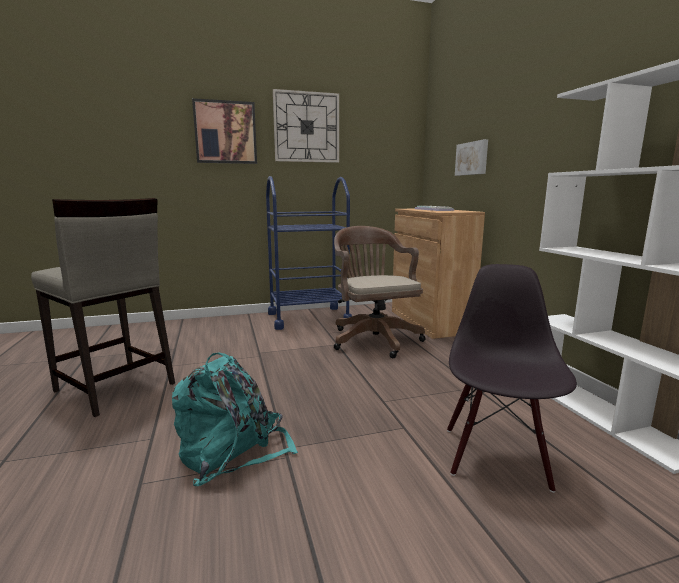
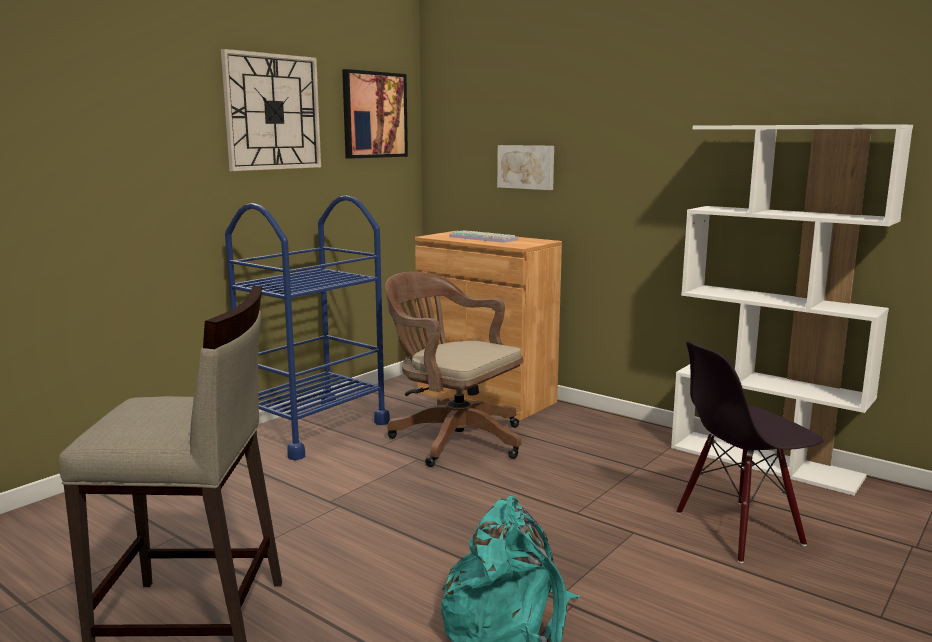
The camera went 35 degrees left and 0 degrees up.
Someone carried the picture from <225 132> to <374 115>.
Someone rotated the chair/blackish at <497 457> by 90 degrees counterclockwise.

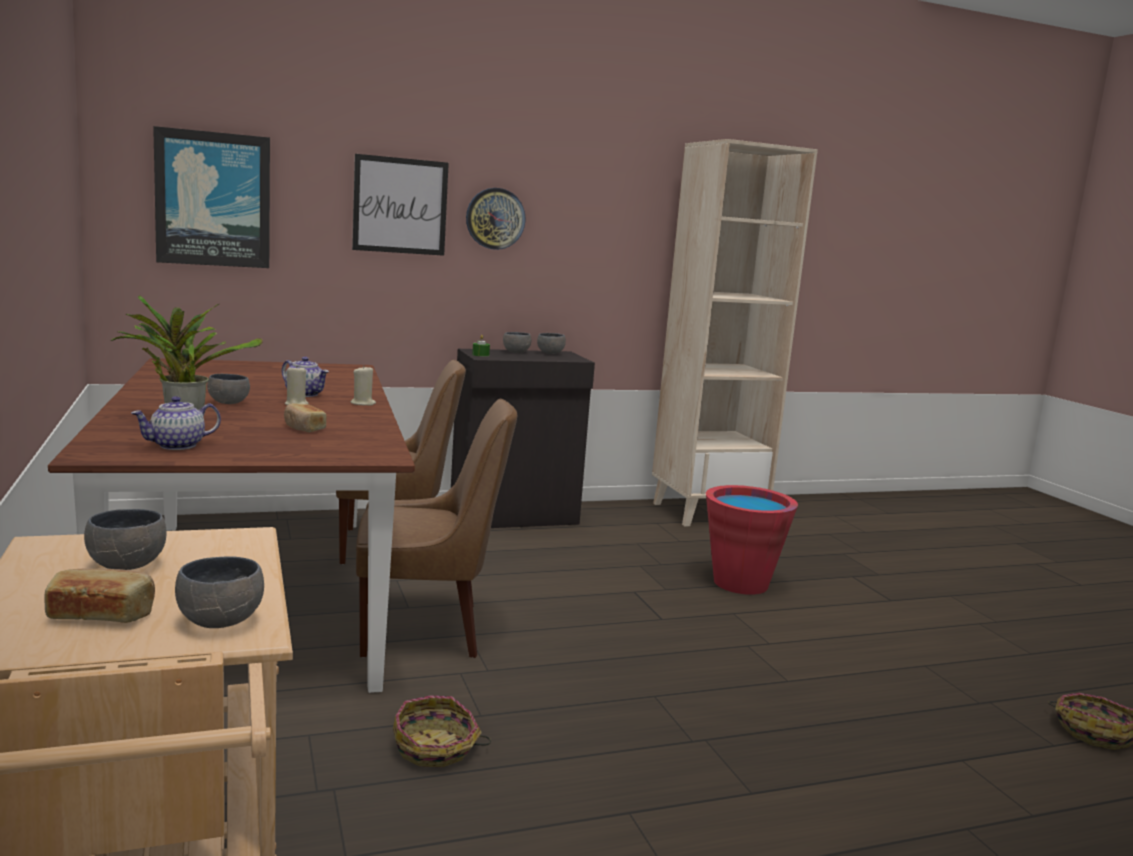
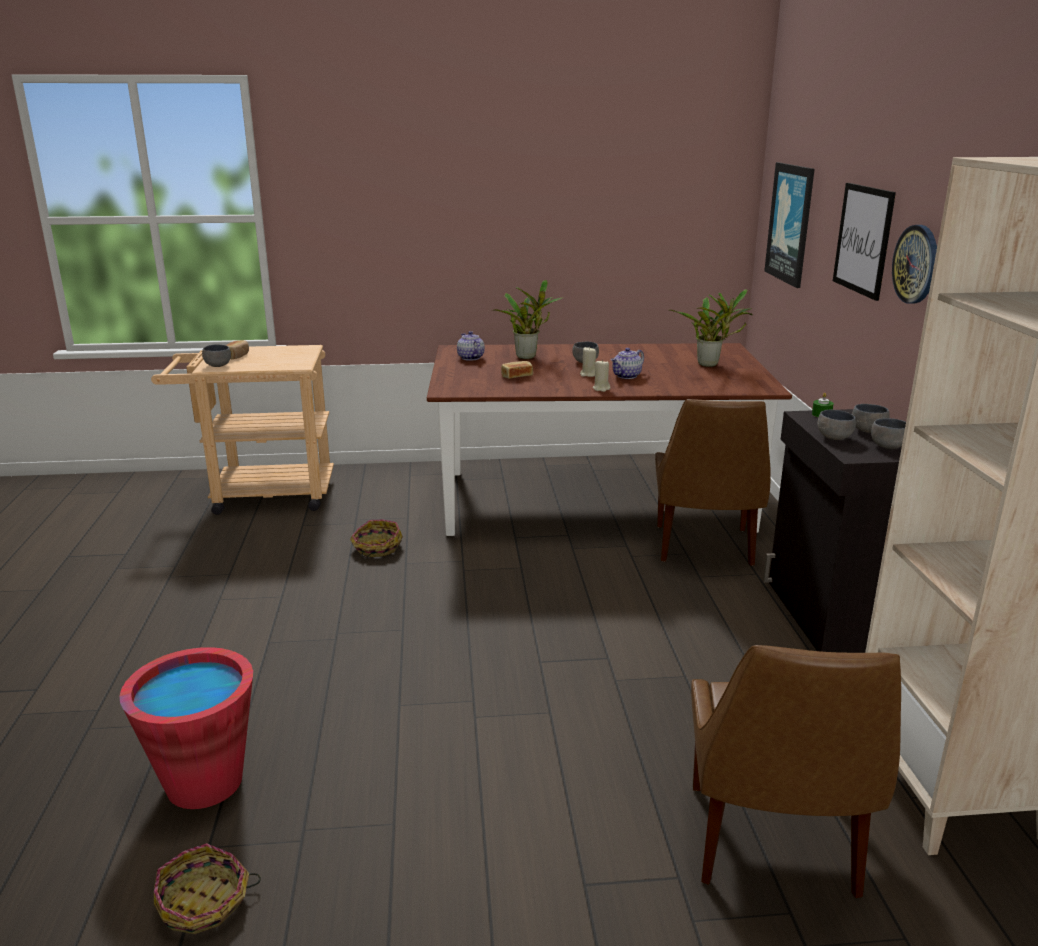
The camera went 105 degrees right and 10 degrees up.
Someone carried the bucket/red-coloured from <740 583> to <204 782>.
Someone put down the houseplant at <711 364>.
Someone carried the chair/brown-coloured from <427 630> to <772 844>.
Someone carried the bowl/gray from <127 564> to <835 438>.

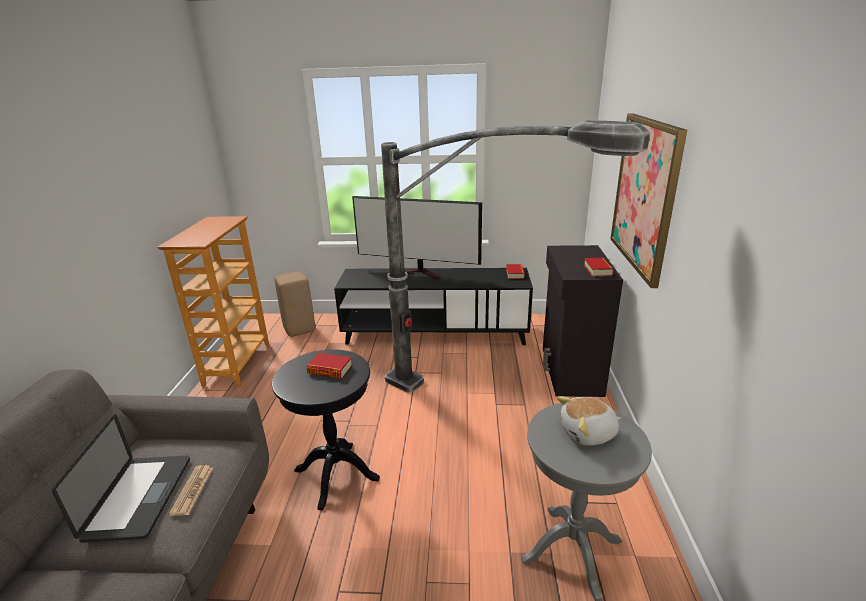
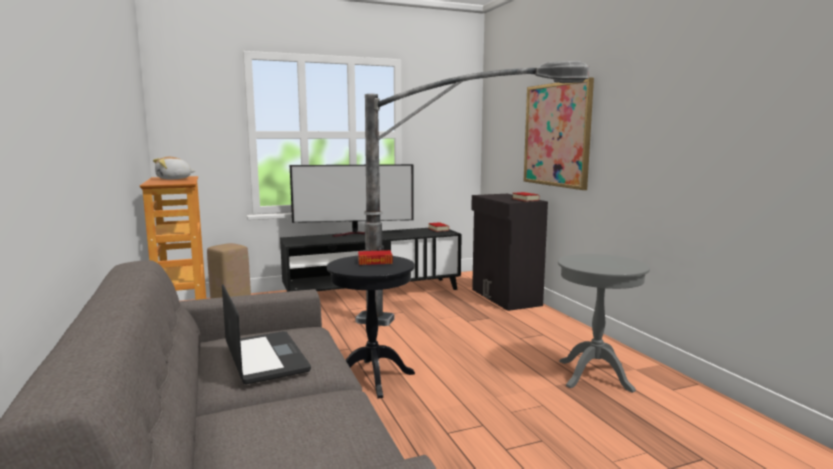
The camera went 25 degrees left and 15 degrees down.
Someone carried the soft toy from <588 433> to <174 179>.
Someone took away the daily paper at <192 490>.

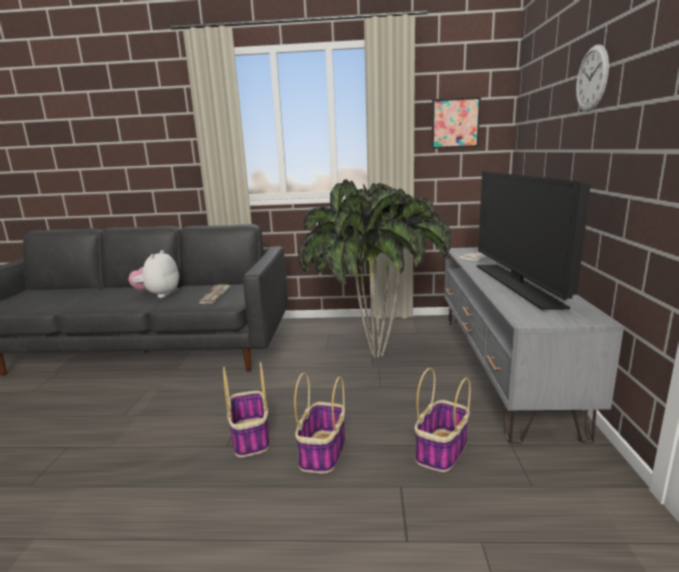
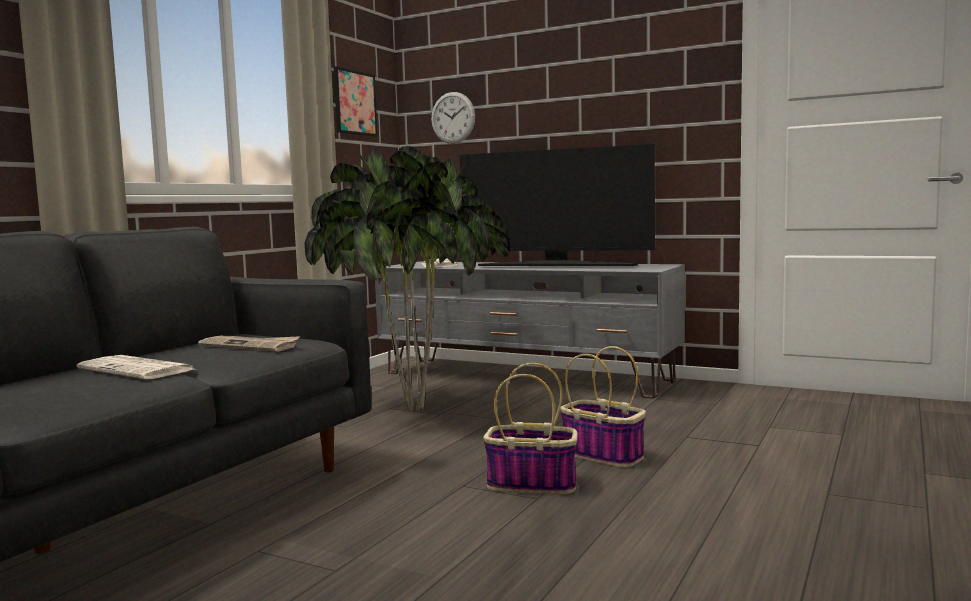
The camera went 65 degrees left and 10 degrees down.
Someone swapped the soft toy at <158 295> for the daily paper at <138 369>.
Someone carried the wall clock from <592 79> to <453 118>.
Someone took away the household basket at <441 451>.

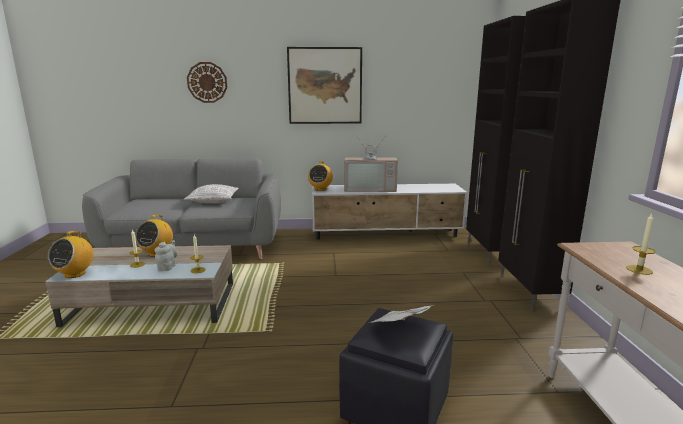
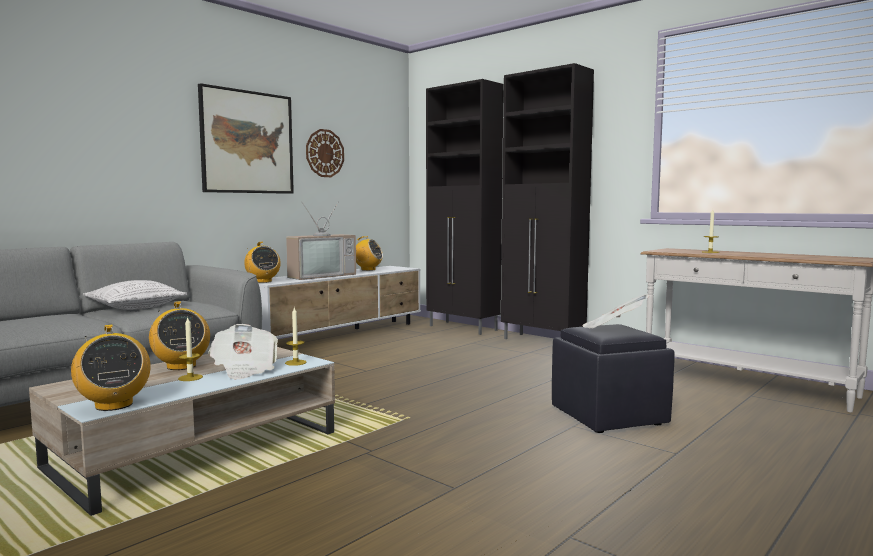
The camera went 45 degrees left and 10 degrees down.
Someone swapped the pot for tea/gray at <167 267> for the daily paper at <244 369>.
Someone carried the wall clock from <207 82> to <324 153>.
Someone put down the radio at <368 269>.

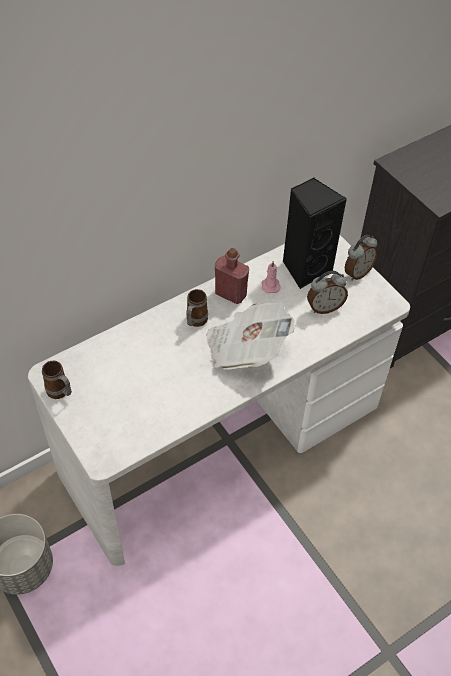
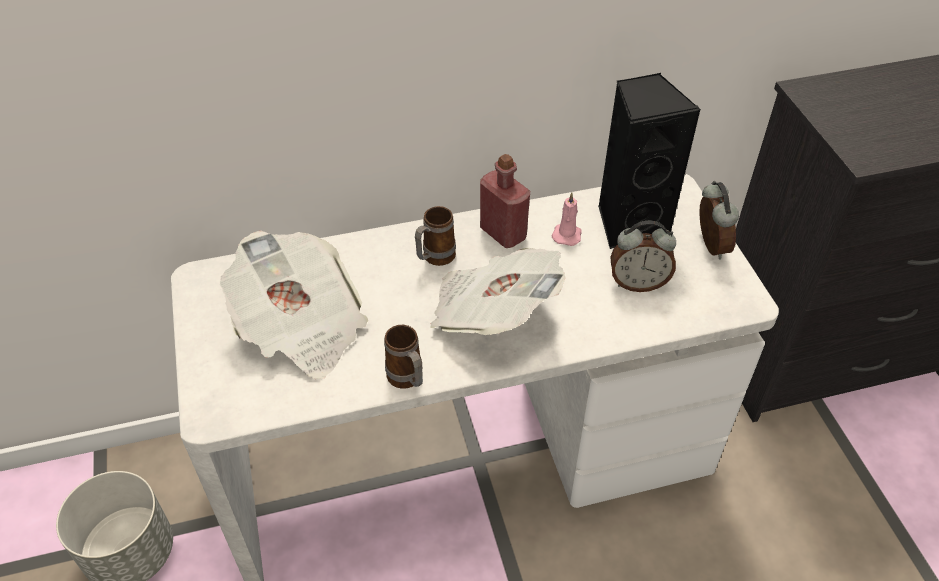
The camera went 20 degrees right and 5 degrees down.
Someone put down the daily paper at <301 327>.
Someone carried the coffee mug from <61 393> to <408 380>.
Someone rotated the bedside clock at <357 272> by 75 degrees counterclockwise.

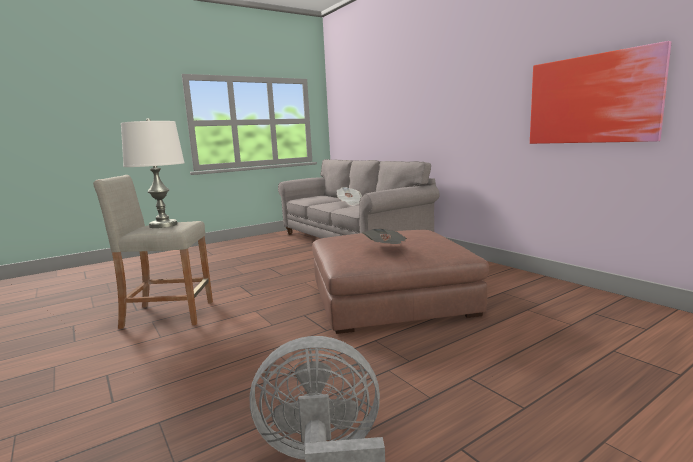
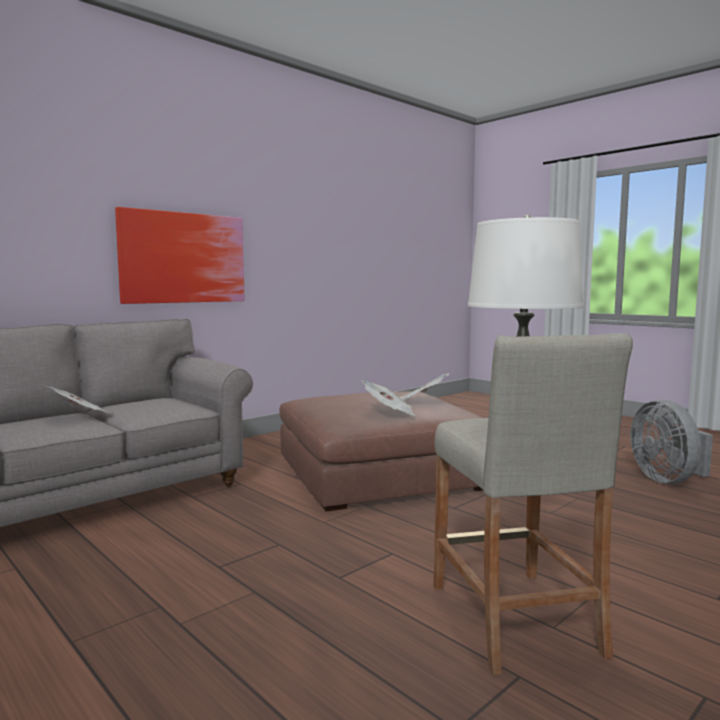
The camera went 100 degrees left and 5 degrees down.
Someone carried the picture from <592 99> to <183 258>.
Someone put down the daily paper at <389 413>.

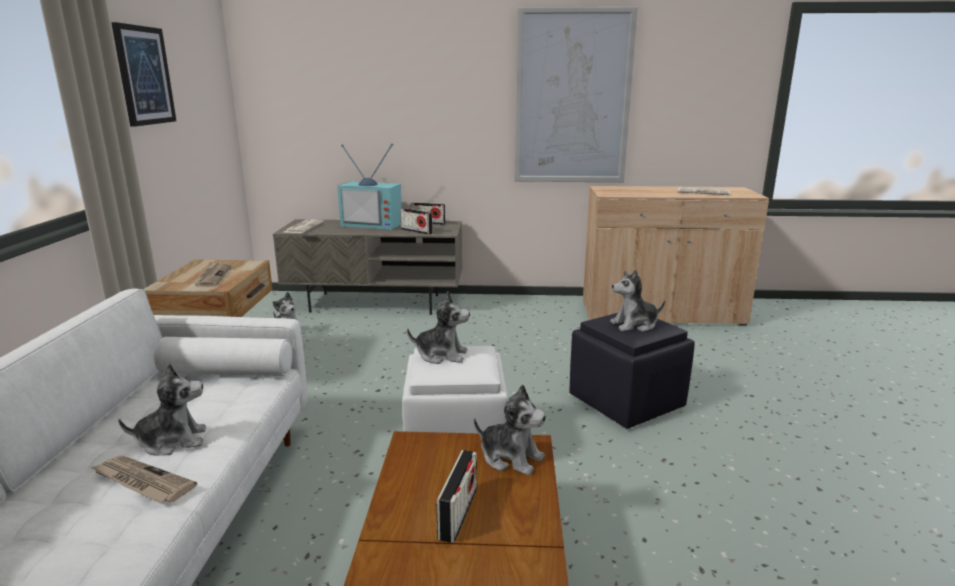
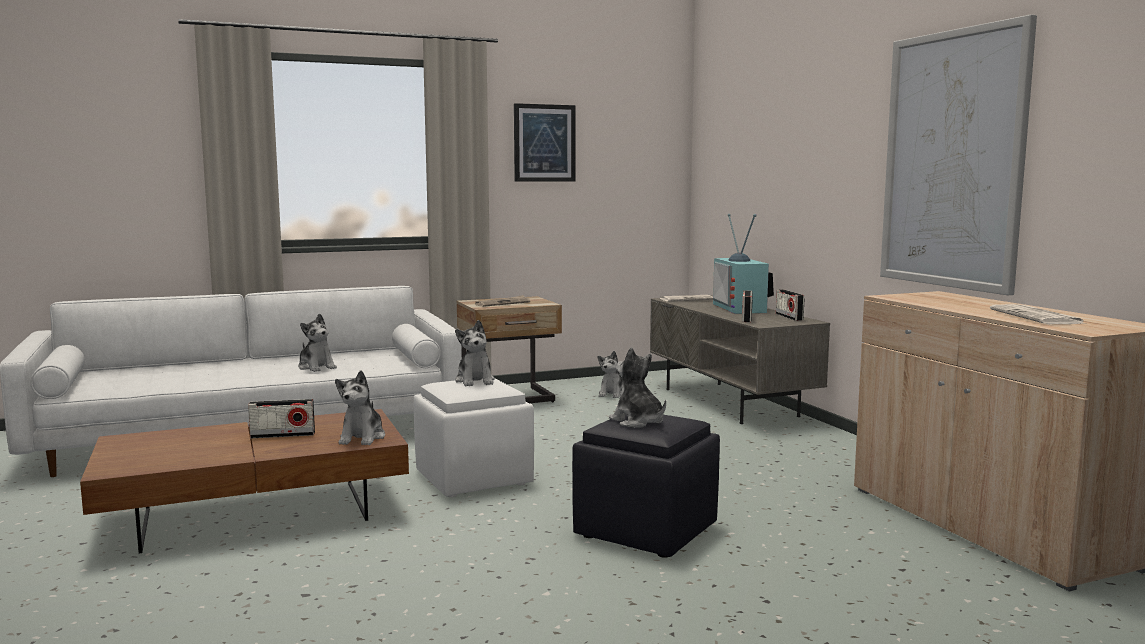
The camera went 65 degrees right and 10 degrees down.
Someone took away the daily paper at <142 482>.

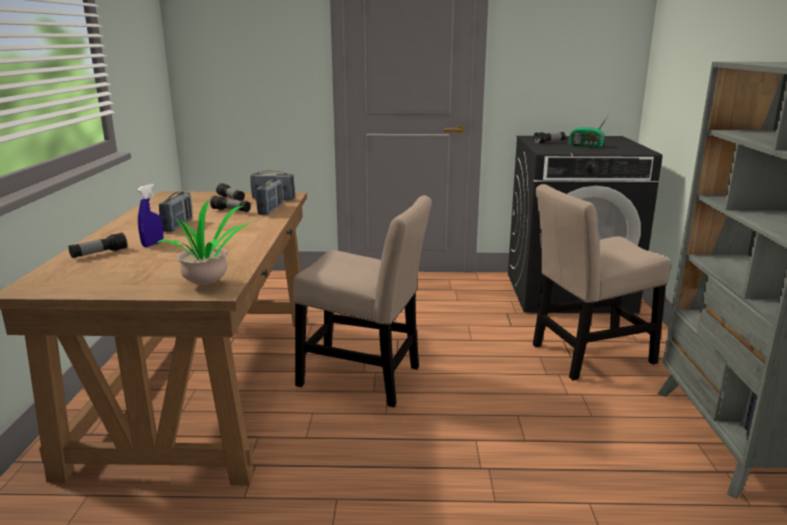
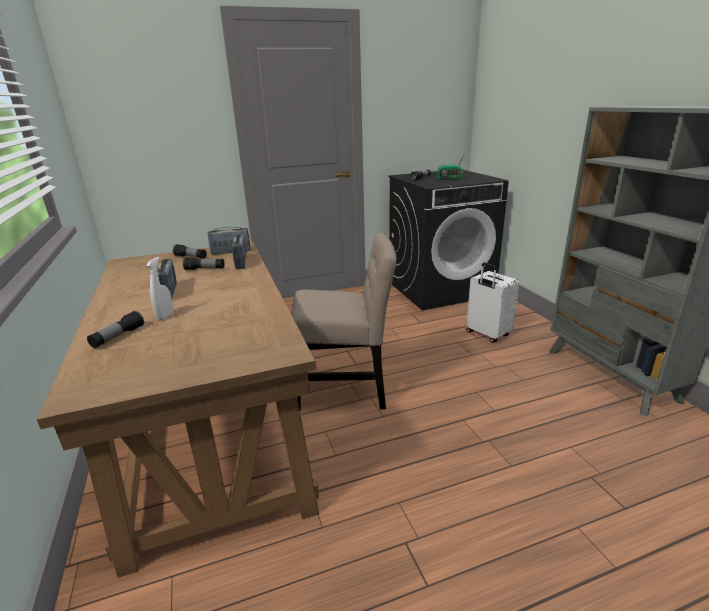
The camera went 20 degrees left and 5 degrees up.
Someone repainted the sprayer/blue-coloured at <153 244>, which became the sprayer/white-coloured at <165 316>.
Someone swapped the chair/beige-coloured at <587 355> for the travel case/white-coloured at <487 334>.
Someone took away the houseplant at <208 283>.

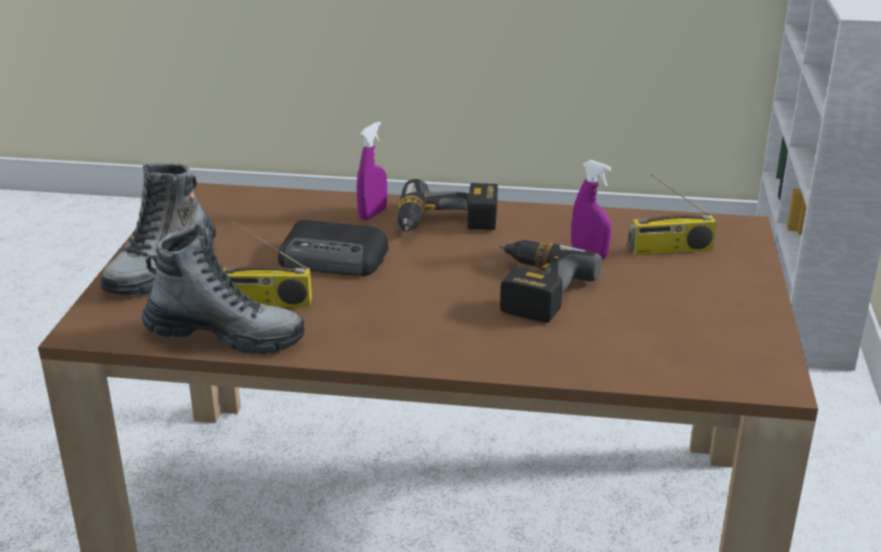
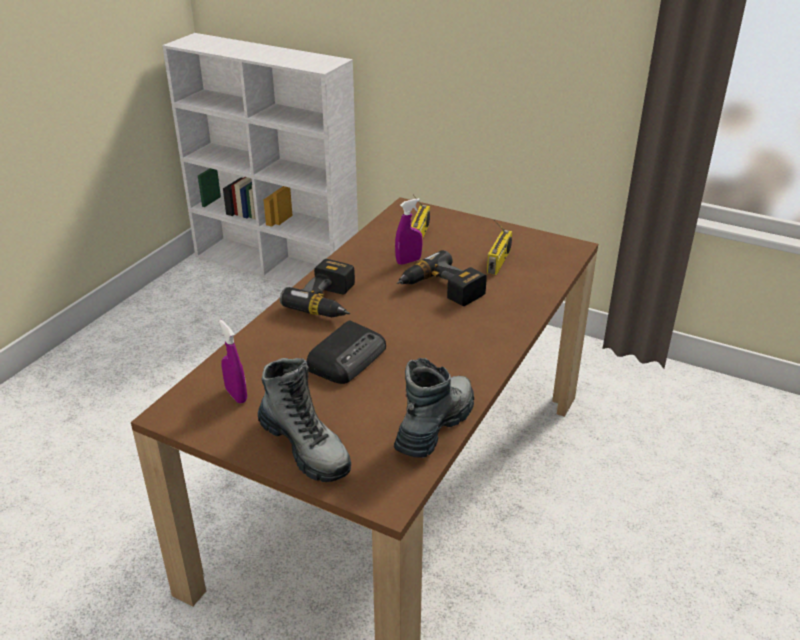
The camera went 70 degrees left and 5 degrees up.
Someone carried the sprayer/purple-coloured from <372 214> to <236 395>.
Someone carried the radio from <264 303> to <499 262>.

